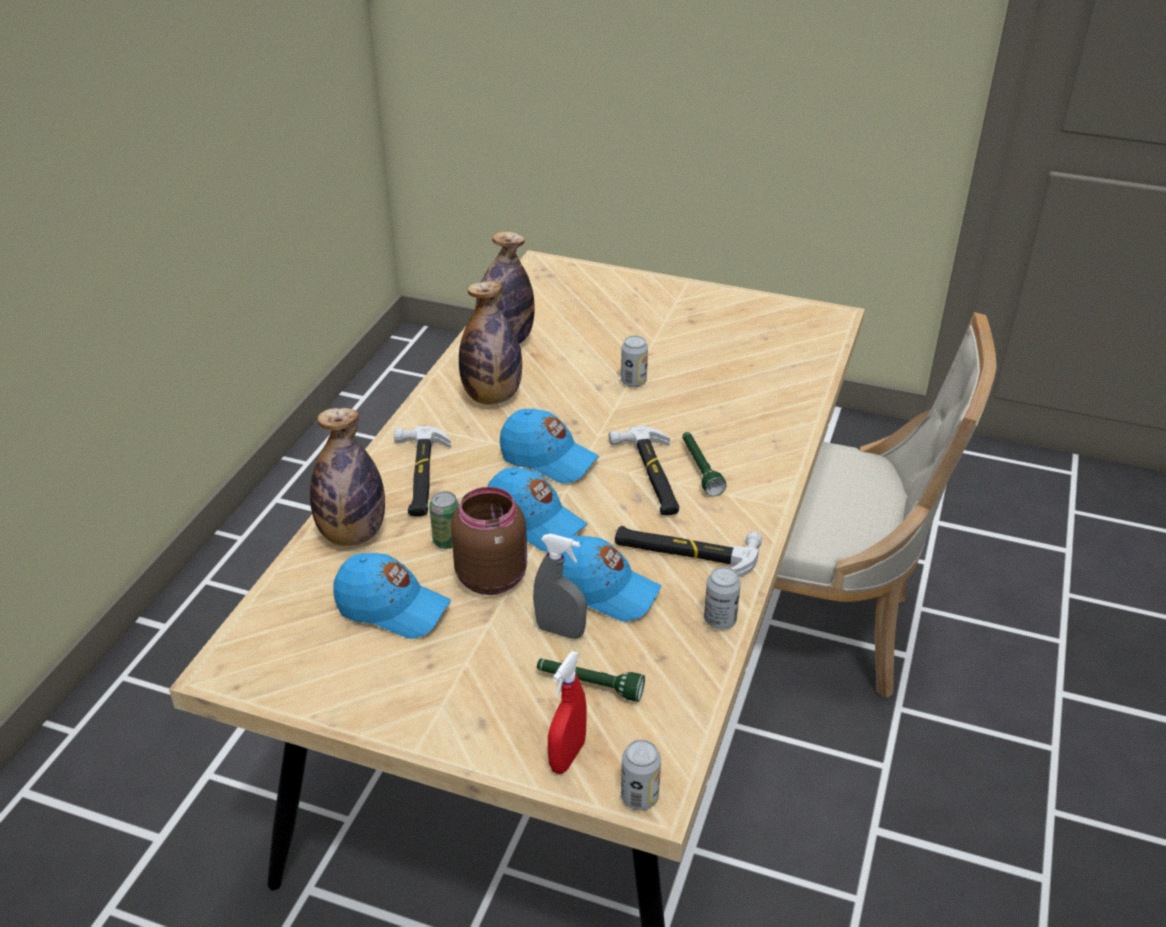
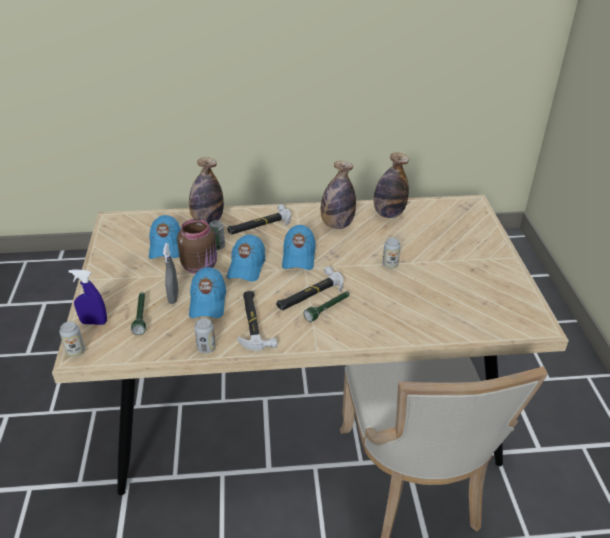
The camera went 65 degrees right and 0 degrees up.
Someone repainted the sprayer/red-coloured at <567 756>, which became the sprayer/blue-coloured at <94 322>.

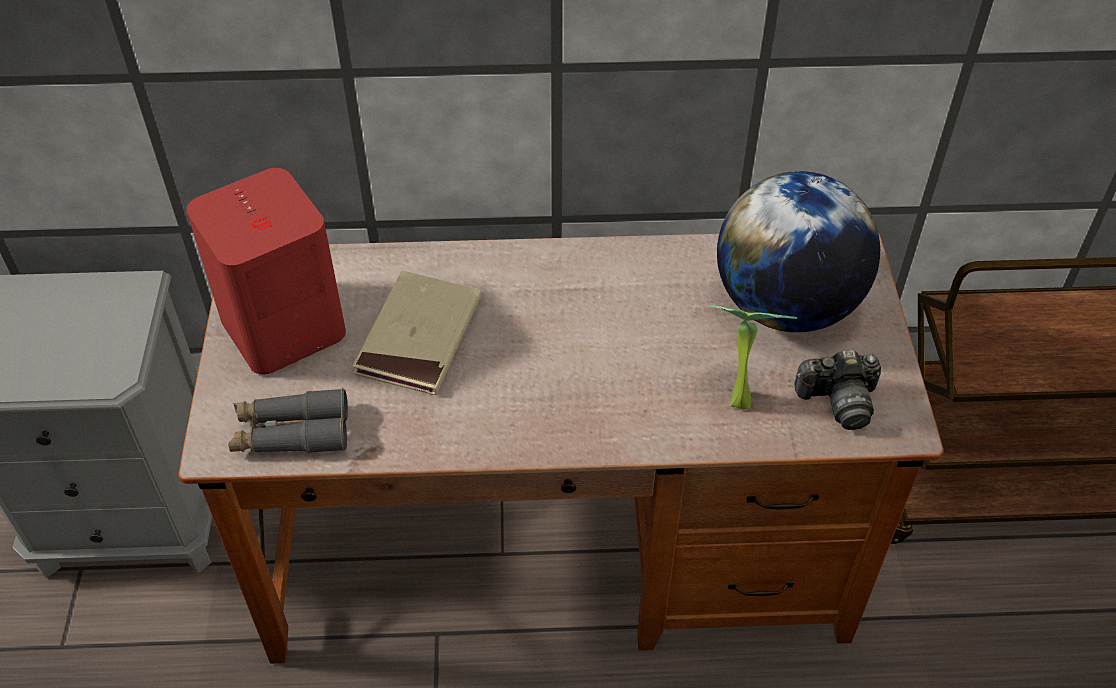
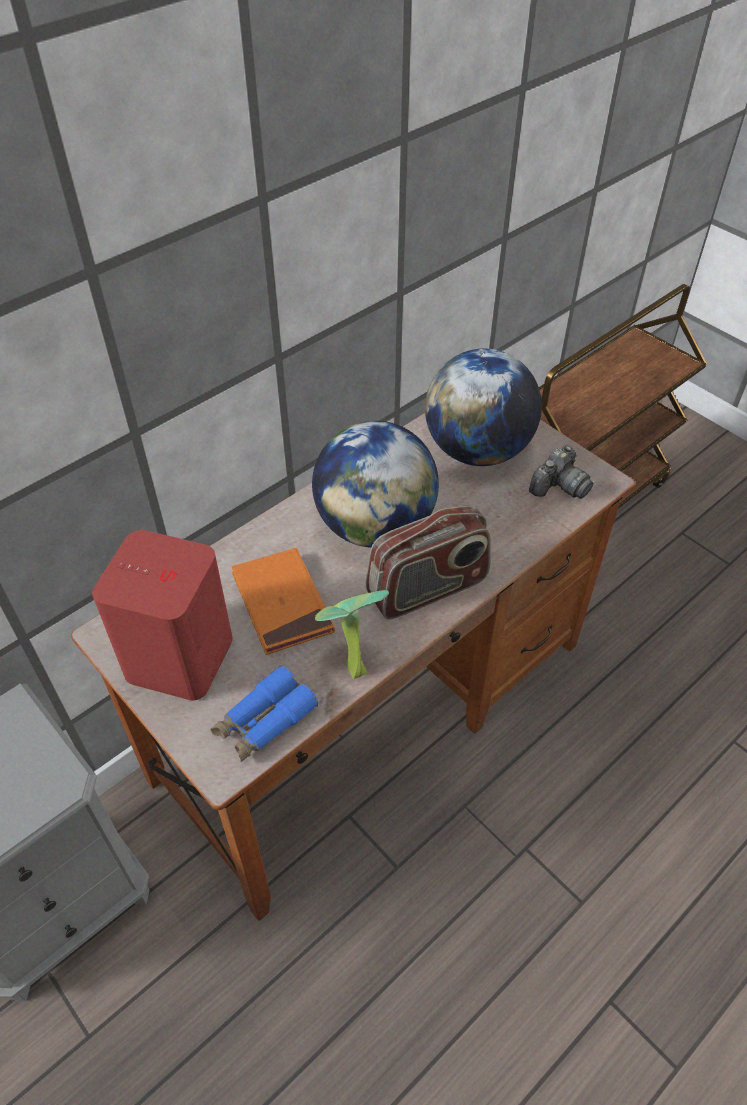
The camera went 40 degrees left and 0 degrees up.
Someone repainted the pair of binoculars/gray at <291 433>, which became the pair of binoculars/blue-coloured at <264 721>.
Someone repainted the volume/beige-coloured at <419 337>, which became the volume/orangey at <282 603>.
Someone put down the desk globe at <375 526>.
Someone carried the houseplant from <736 396> to <350 669>.
Someone put down the radio at <427 589>.

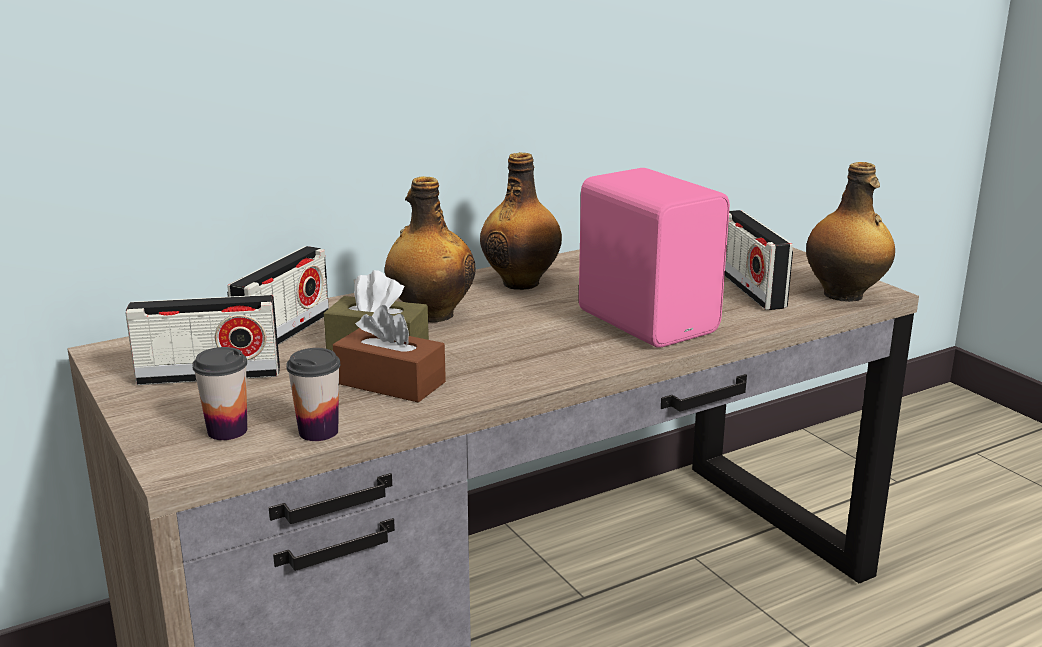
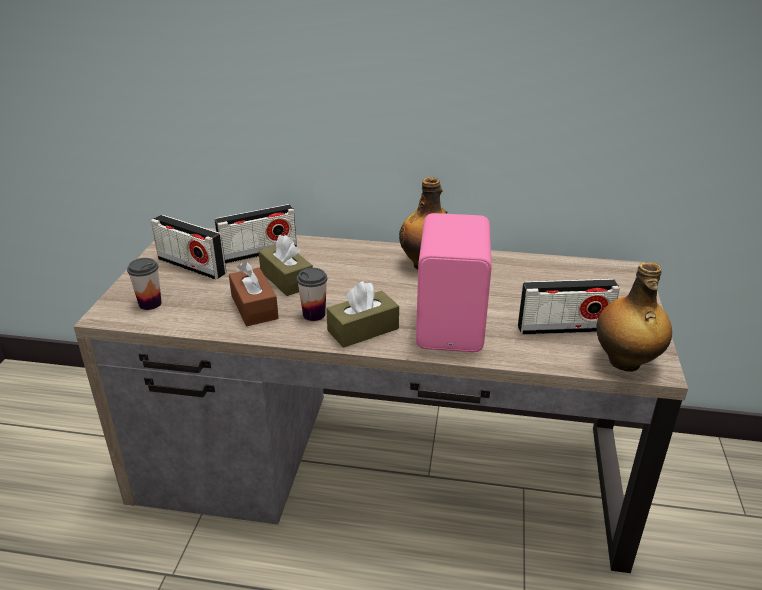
The camera went 40 degrees right and 10 degrees up.
Someone carried the small cup from <318 432> to <314 314>.
Someone put down the tissue box/brown-coloured at <363 330>.
Someone rotated the radio at <751 289> by 120 degrees counterclockwise.
Someone took away the beverage bottle at <431 315>.

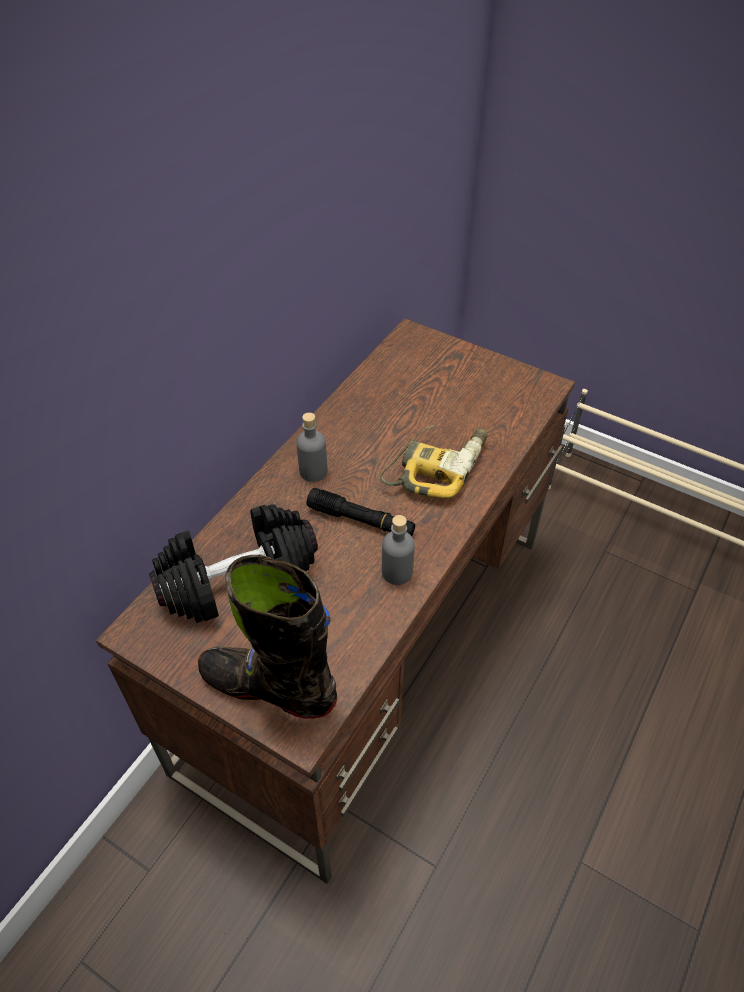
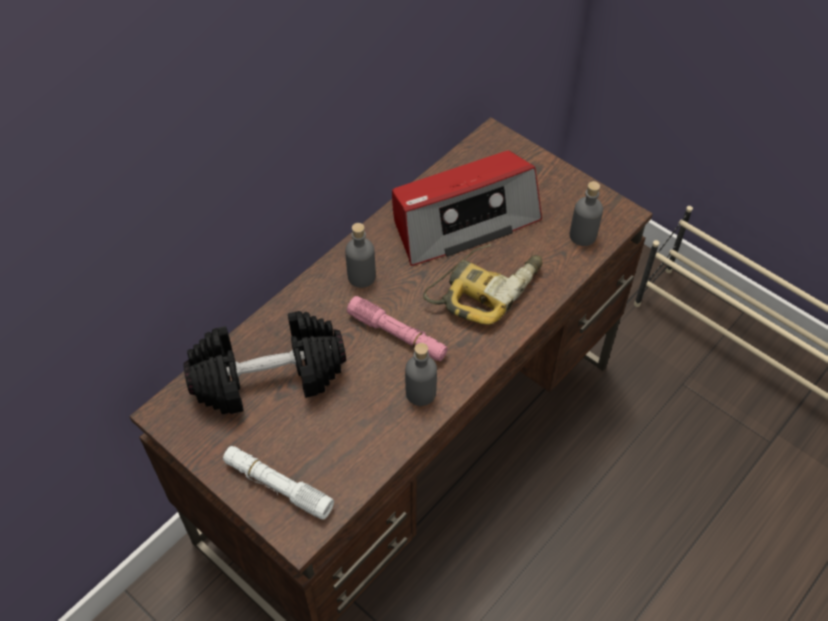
The camera went 10 degrees right and 5 degrees up.
Someone swapped the boot/blackish at <269 687> for the hand torch/white-coloured at <278 486>.
Someone repainted the hand torch/blackish at <361 521>, which became the hand torch/pink at <397 335>.
Someone put down the radio at <463 220>.
Someone put down the beverage bottle/gray at <583 235>.

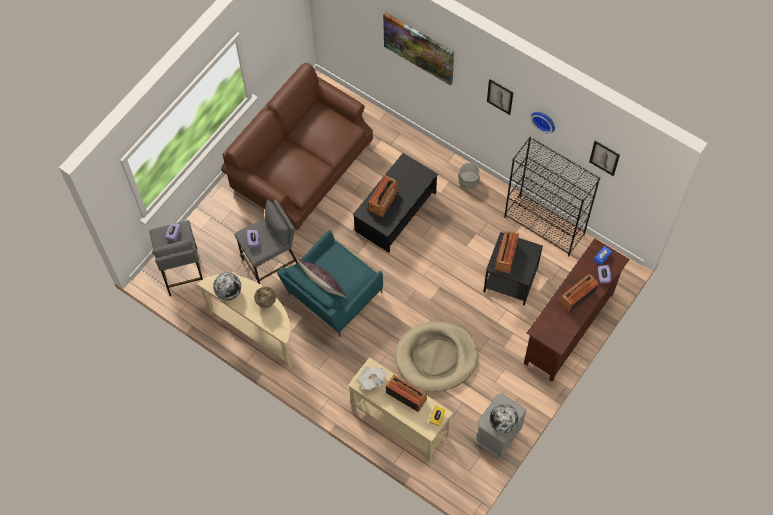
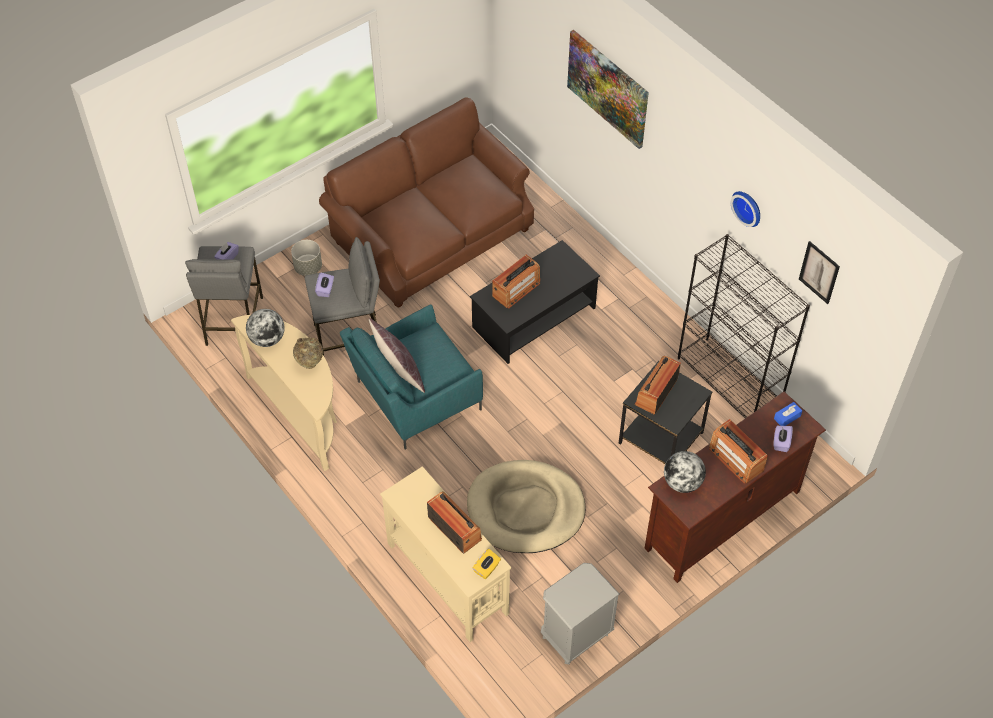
The camera went 15 degrees right and 10 degrees down.
Someone carried the plant pot/gray from <468 181> to <308 267>.
Someone carried the desk globe from <502 423> to <682 482>.
Someone rotated the radio at <577 297> by 105 degrees counterclockwise.
Someone took away the daily paper at <371 379>.
Someone took away the picture at <500 96>.

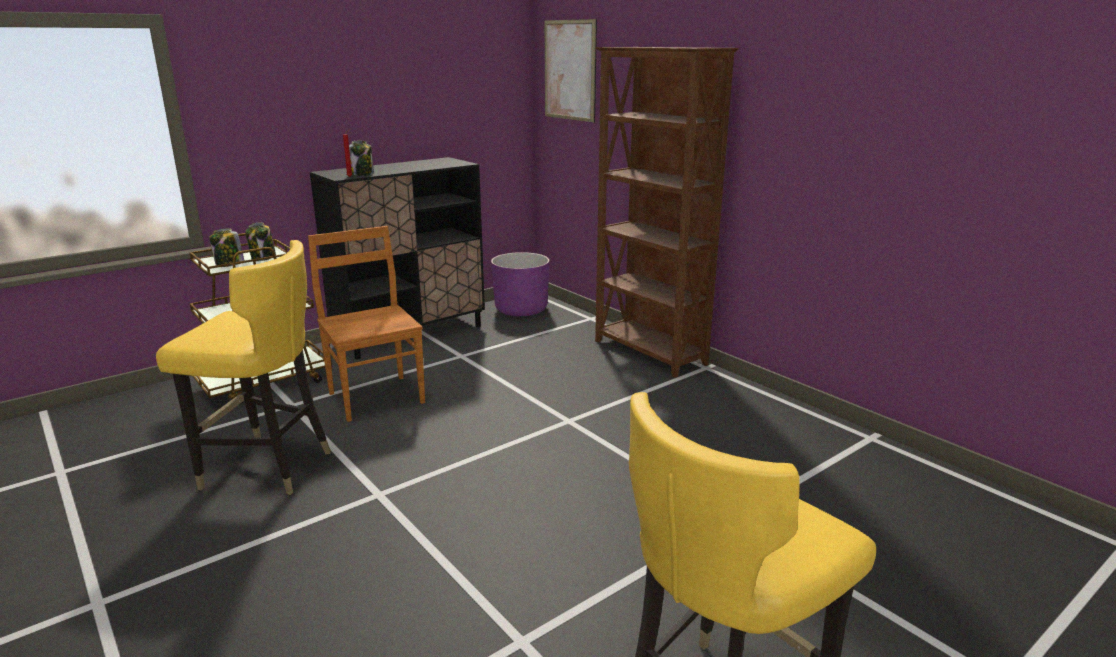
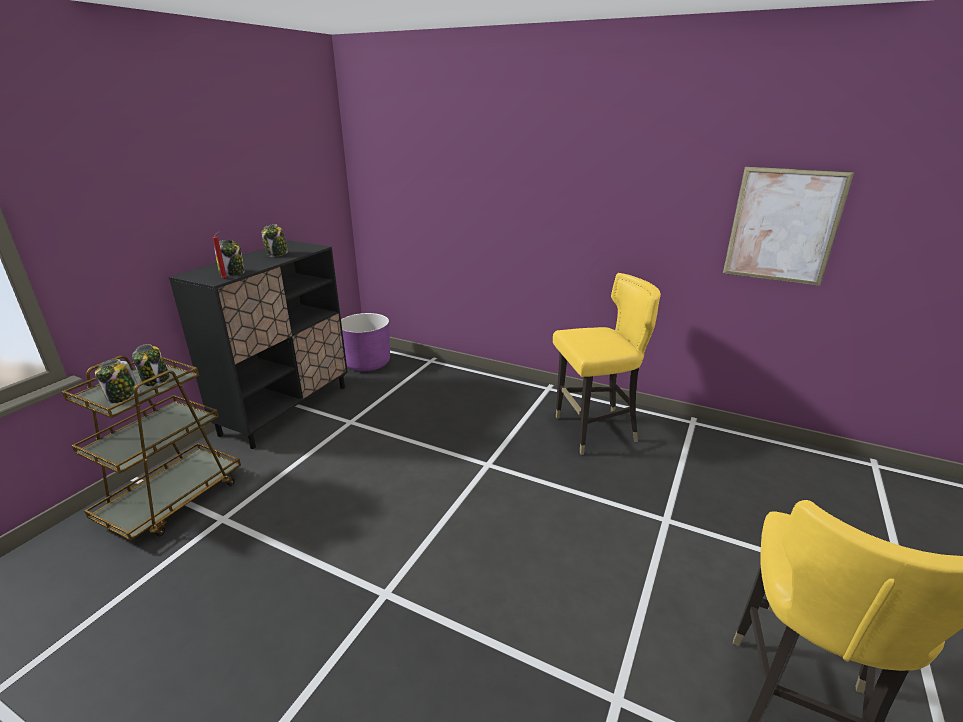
The camera went 25 degrees left and 5 degrees up.
Someone put down the preserve jar at <277 254>.
Someone carried the chair/yellowish from <266 467> to <594 431>.
Someone carried the picture from <569 70> to <783 226>.
Someone took away the chair/brown-coloured at <375 397>.
Someone took away the shelving unit/brown-coloured at <649 353>.

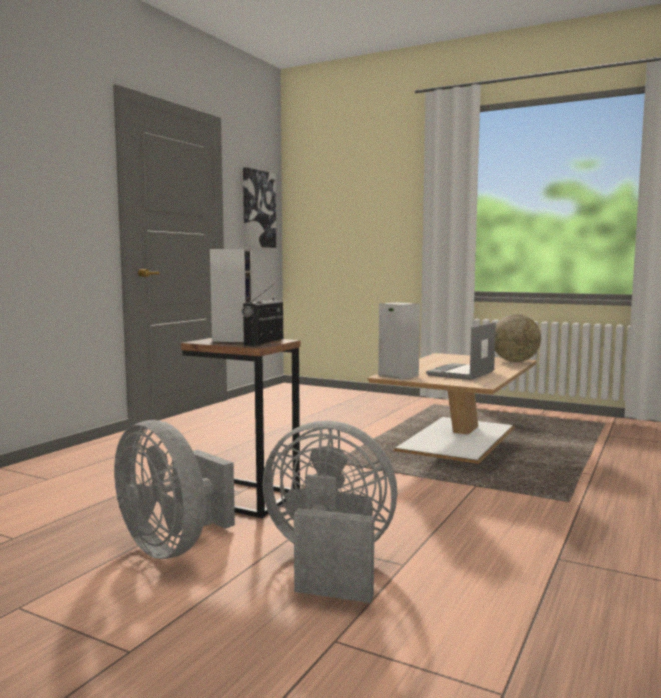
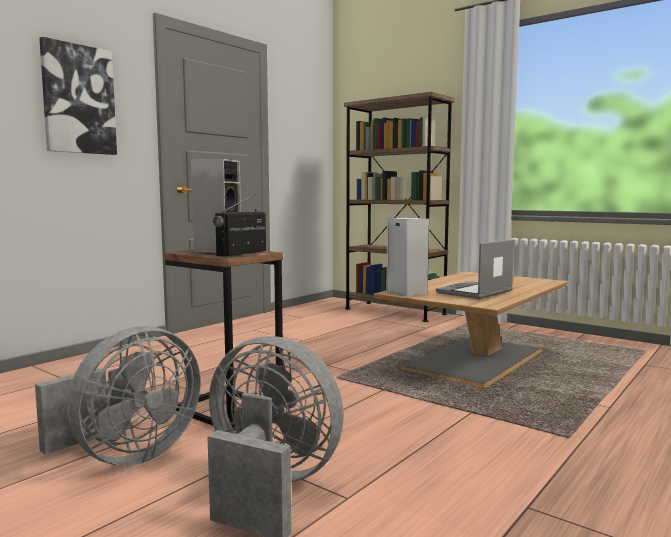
The camera went 10 degrees right and 0 degrees up.
Someone rotated the fan/gray at <172 546> by 105 degrees counterclockwise.
Someone carried the picture from <258 209> to <78 99>.
Someone put down the shelving unit/brown-coloured at <394 311>.
Someone took away the desk globe at <515 361>.

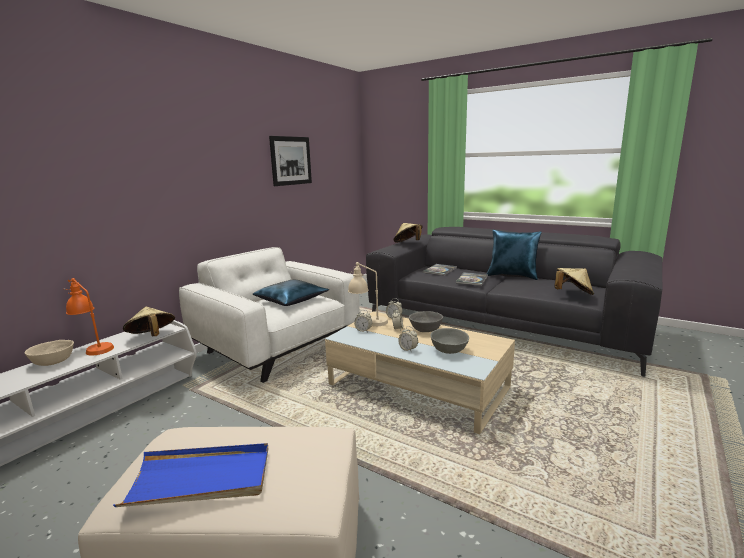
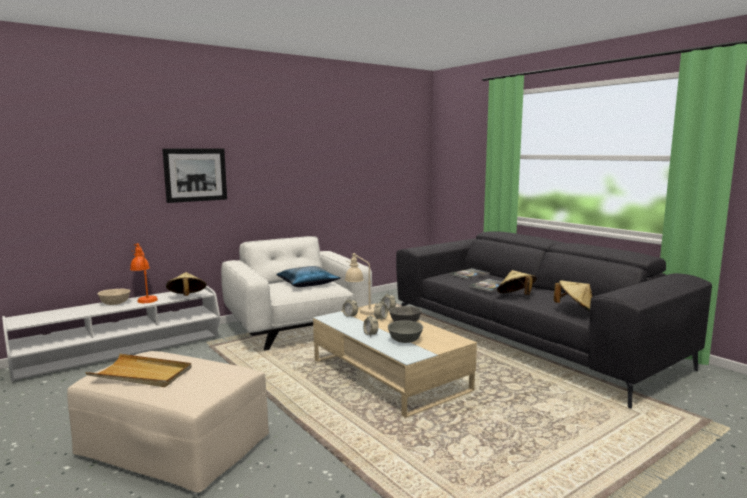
The camera went 20 degrees right and 5 degrees down.
Someone repainted the serving tray/blue-coloured at <200 479>, which became the serving tray/beige-coloured at <141 374>.
Someone carried the picture from <291 160> to <195 175>.
Someone carried the wearable hat/beige-coloured from <408 243> to <516 296>.
Someone took away the pillow/blue-coloured at <512 276>.

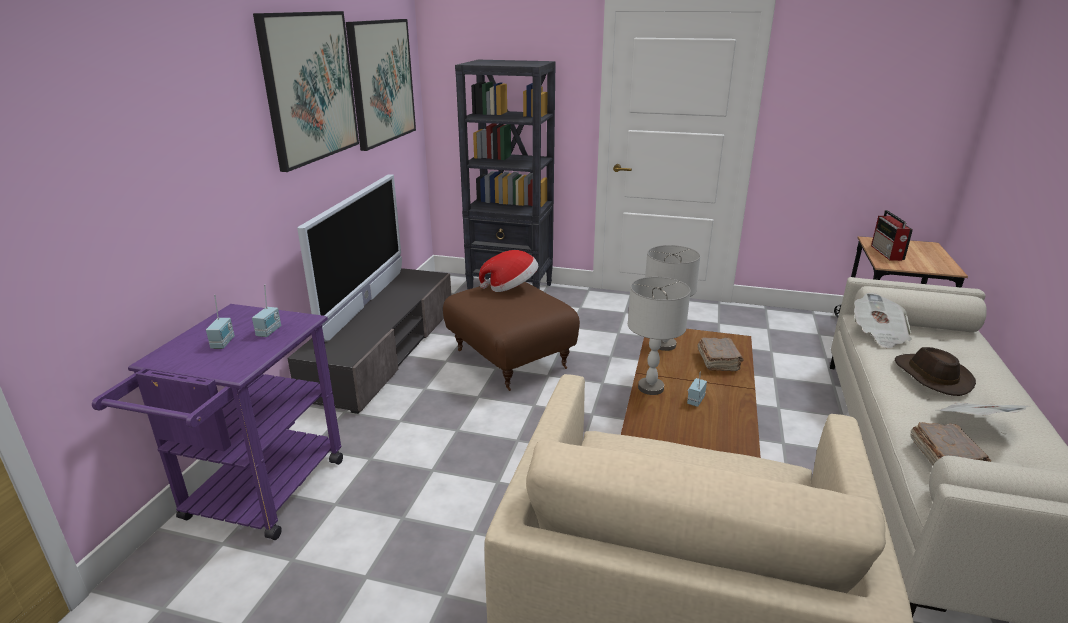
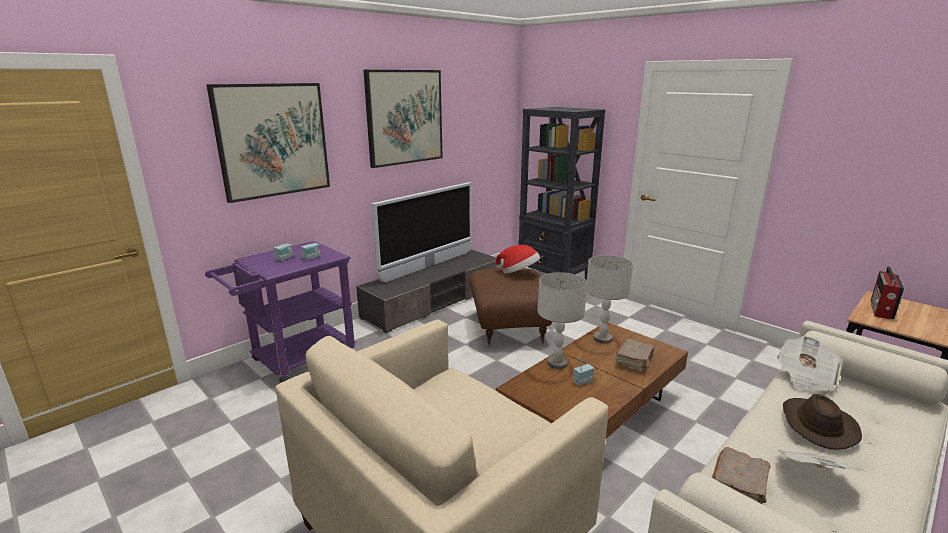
The camera went 30 degrees right and 5 degrees down.
Someone carried the picture from <381 82> to <273 140>.

